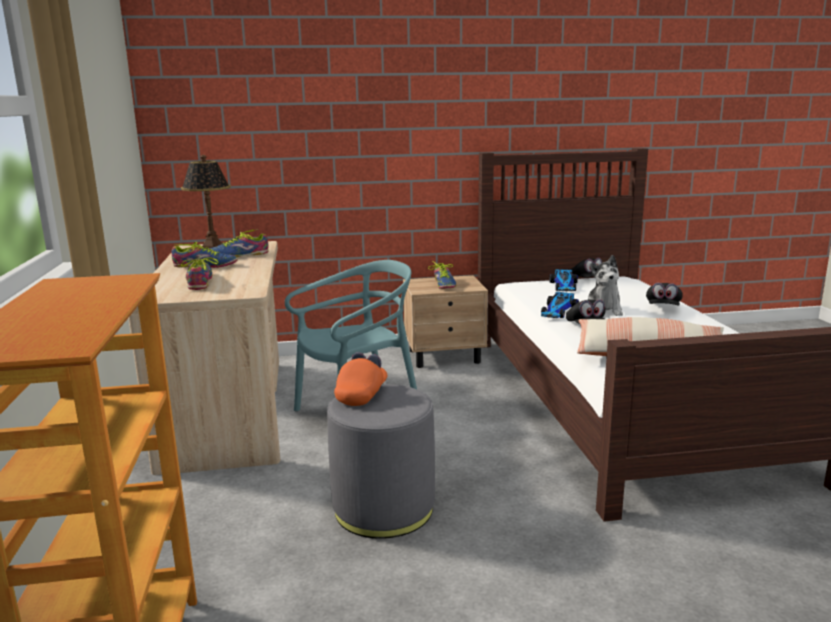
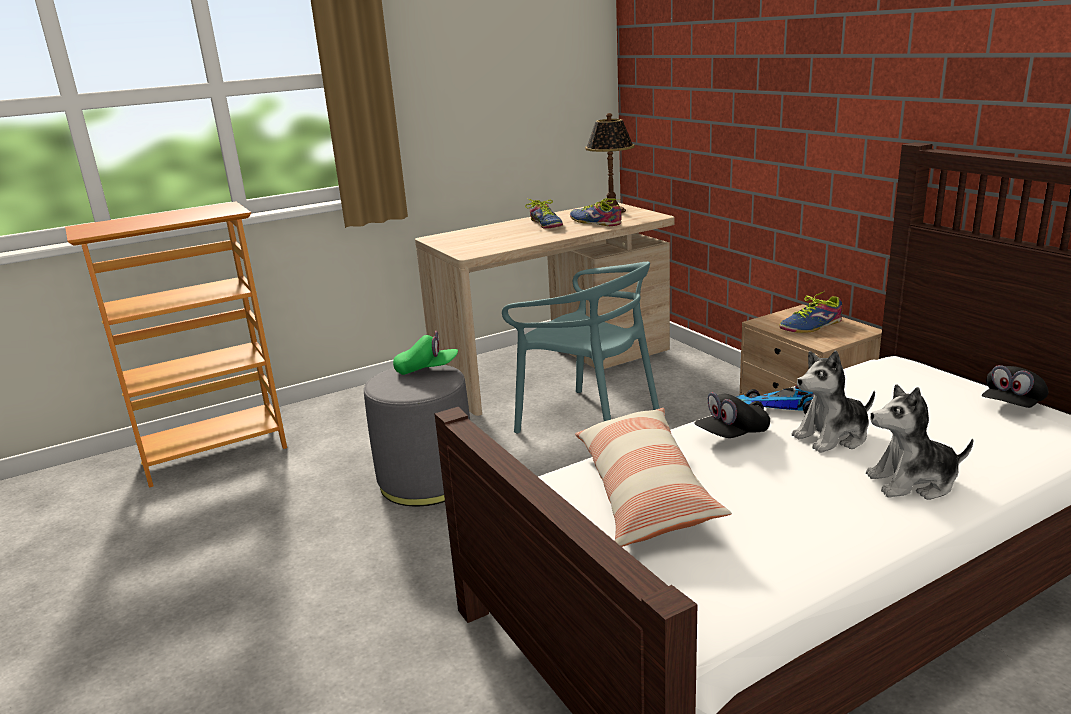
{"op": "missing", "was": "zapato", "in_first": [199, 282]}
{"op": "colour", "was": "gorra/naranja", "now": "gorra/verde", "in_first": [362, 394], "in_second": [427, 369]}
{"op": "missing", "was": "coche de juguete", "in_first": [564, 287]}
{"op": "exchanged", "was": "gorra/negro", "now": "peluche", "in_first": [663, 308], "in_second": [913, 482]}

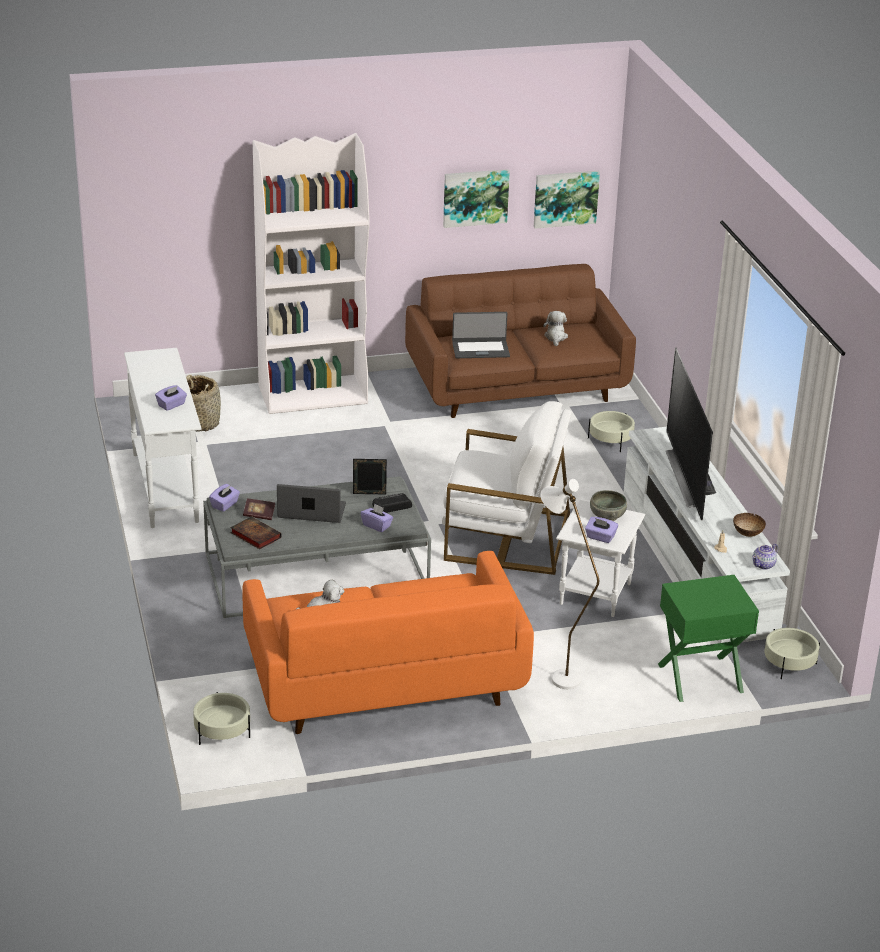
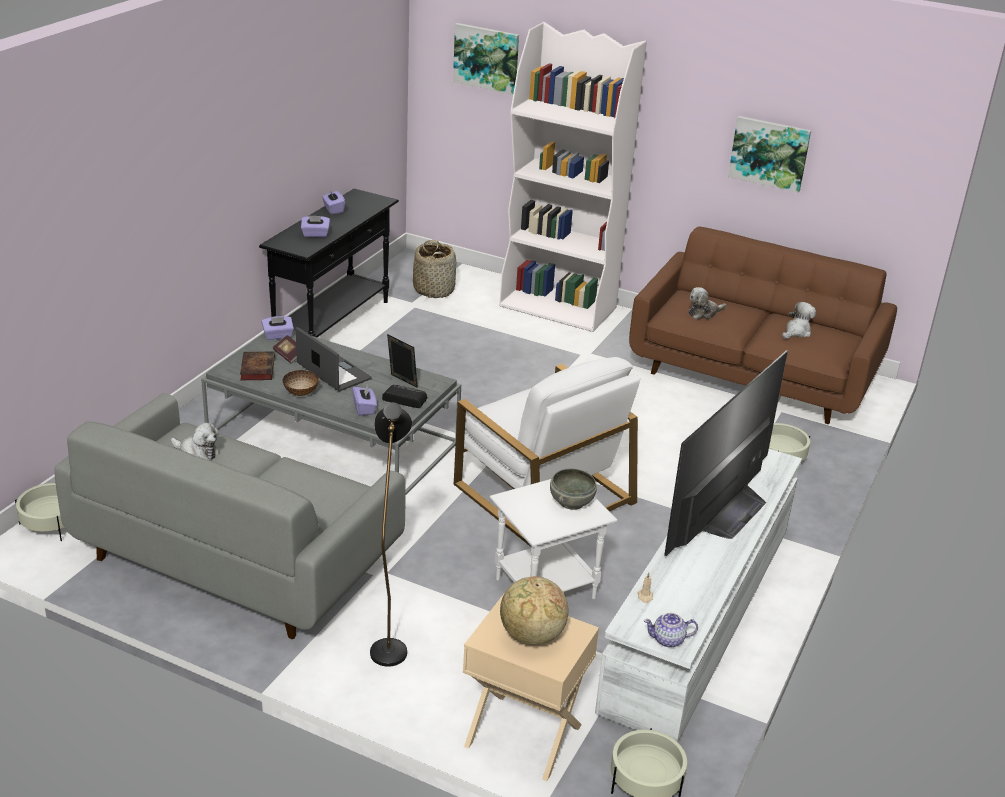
{"op": "colour", "was": "mesa consola/blanco", "now": "mesa consola/negro", "in_first": [165, 487], "in_second": [333, 323]}
{"op": "colour", "was": "sofá/naranja", "now": "sofá/gris", "in_first": [384, 680], "in_second": [236, 557]}
{"op": "exchanged", "was": "portátil", "now": "peluche", "in_first": [480, 349], "in_second": [704, 313]}
{"op": "relocated", "was": "cuadro", "in_first": [565, 198], "in_second": [486, 58]}
{"op": "colour", "was": "lámpara de pie/blanco", "now": "lámpara de pie/negro", "in_first": [557, 675], "in_second": [388, 643]}
{"op": "relocated", "was": "caja de pañuelos/morado", "in_first": [600, 537], "in_second": [333, 209]}
{"op": "colour", "was": "mesita de noche/verde", "now": "mesita de noche/beis", "in_first": [700, 679], "in_second": [522, 736]}
{"op": "relocated", "was": "cuenco", "in_first": [748, 534], "in_second": [300, 393]}
{"op": "appeared", "now": "globo terráqueo", "in_second": [531, 636]}

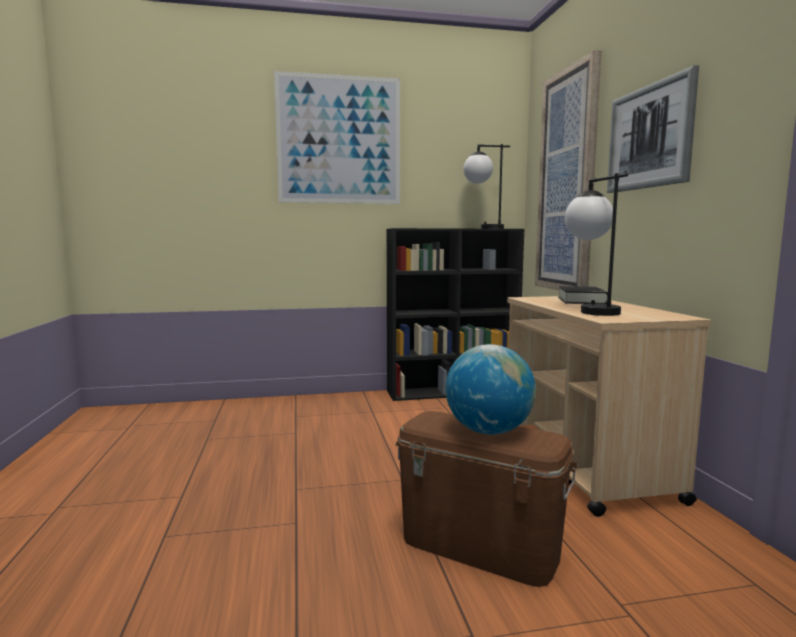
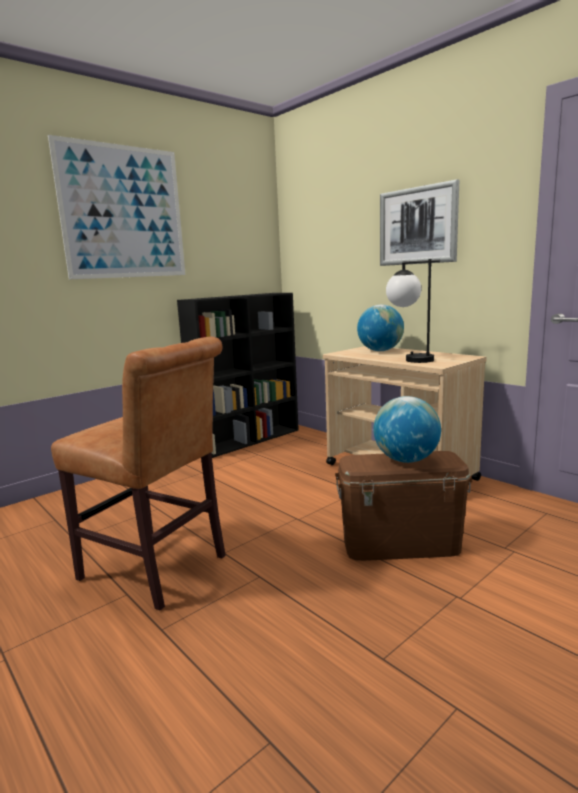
{"op": "missing", "was": "lámpara de mesa", "in_first": [483, 228]}
{"op": "missing", "was": "cuadro", "in_first": [567, 182]}
{"op": "exchanged", "was": "libro/negro", "now": "globo terráqueo", "in_first": [582, 300], "in_second": [380, 351]}
{"op": "appeared", "now": "silla/marrón", "in_second": [159, 570]}

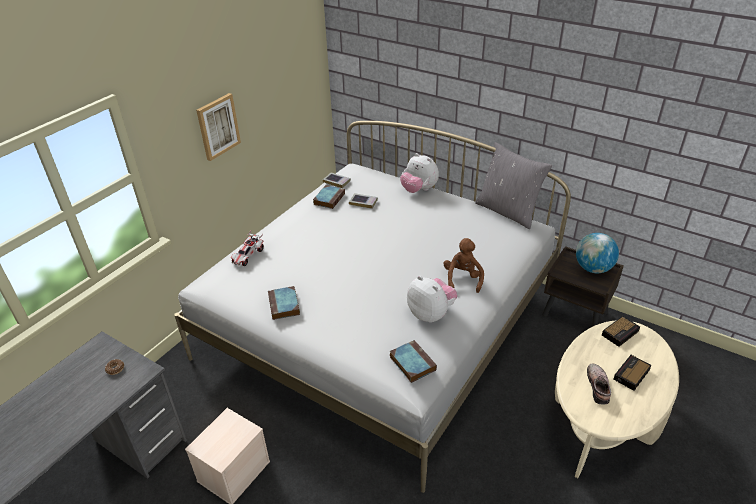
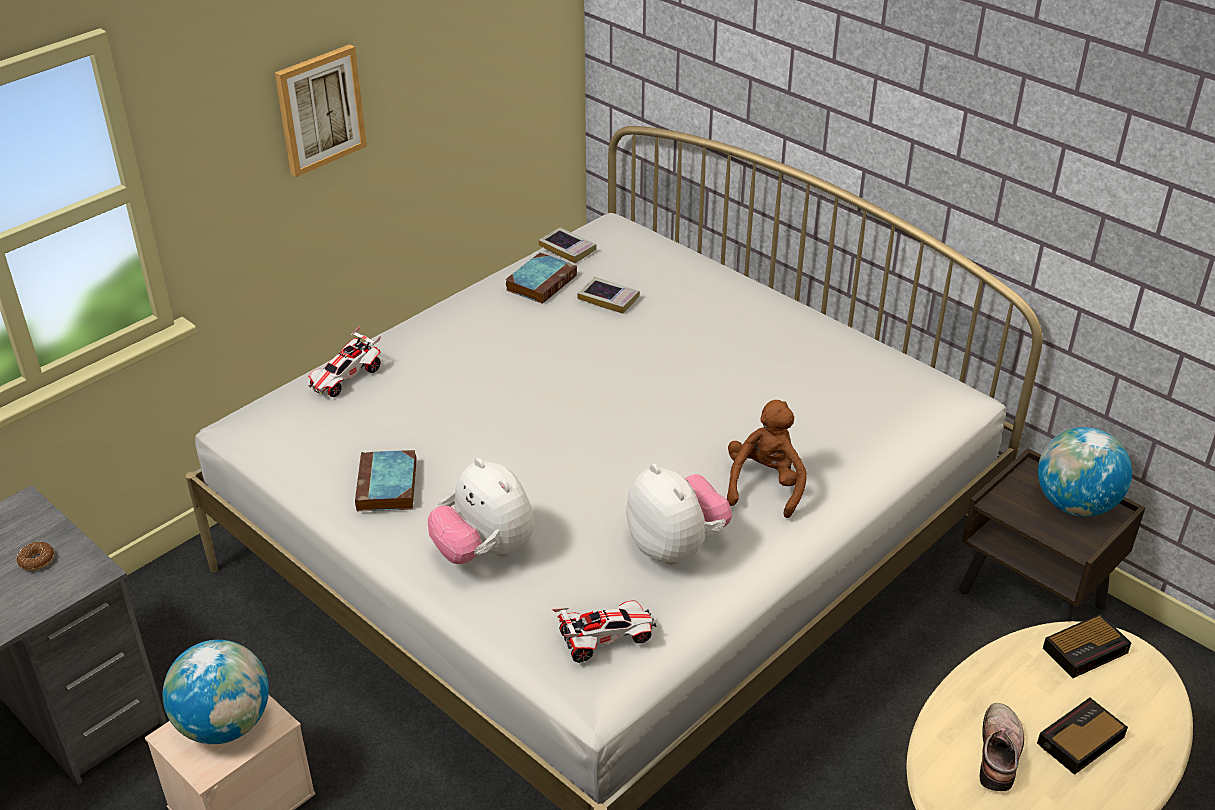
{"op": "exchanged", "was": "libro", "now": "coche de juguete", "in_first": [411, 363], "in_second": [605, 639]}
{"op": "relocated", "was": "peluche", "in_first": [419, 190], "in_second": [484, 551]}
{"op": "missing", "was": "cojín/gris", "in_first": [508, 211]}
{"op": "appeared", "now": "globo terráqueo", "in_second": [225, 724]}

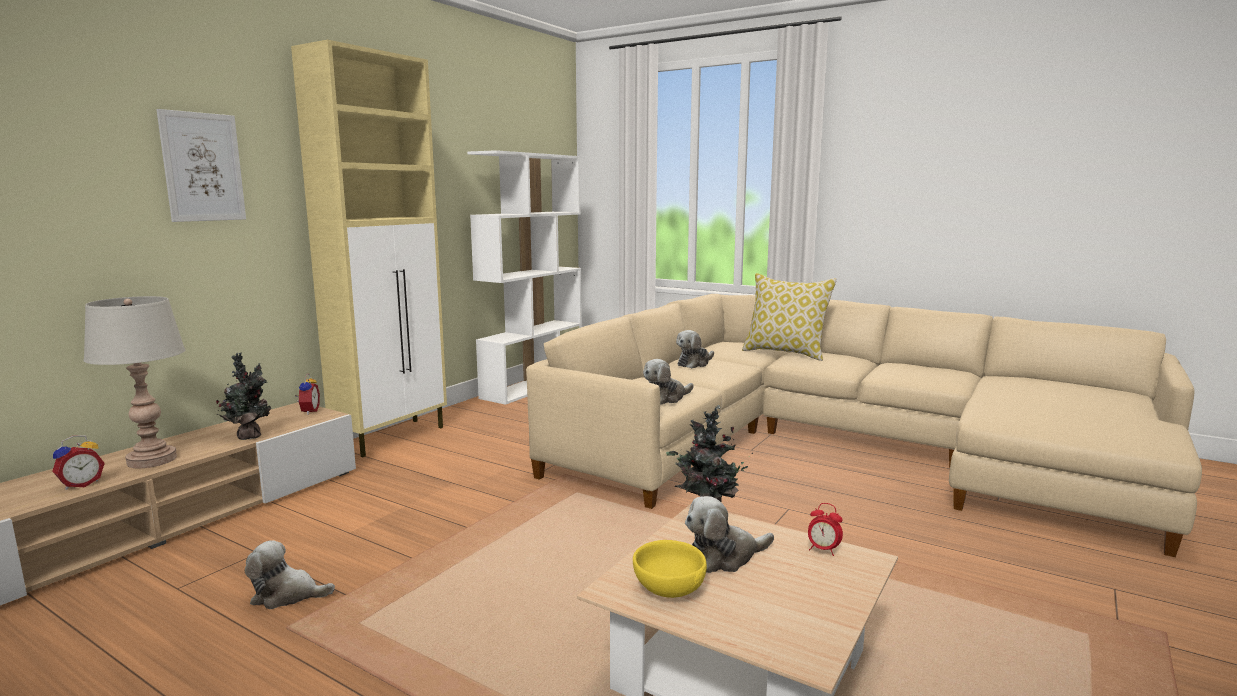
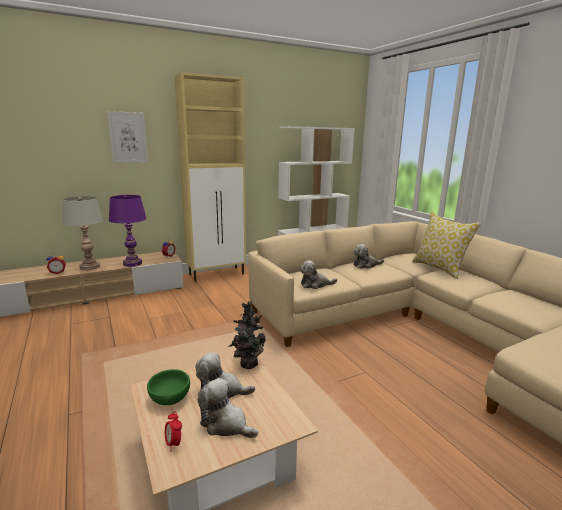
{"op": "exchanged", "was": "planta en maceta", "now": "lámpara de mesa/morado", "in_first": [249, 436], "in_second": [132, 263]}
{"op": "relocated", "was": "peluche", "in_first": [287, 595], "in_second": [226, 424]}
{"op": "colour", "was": "cuenco/amarillo", "now": "cuenco/verde", "in_first": [669, 588], "in_second": [171, 397]}
{"op": "relocated", "was": "despertador", "in_first": [823, 550], "in_second": [174, 444]}

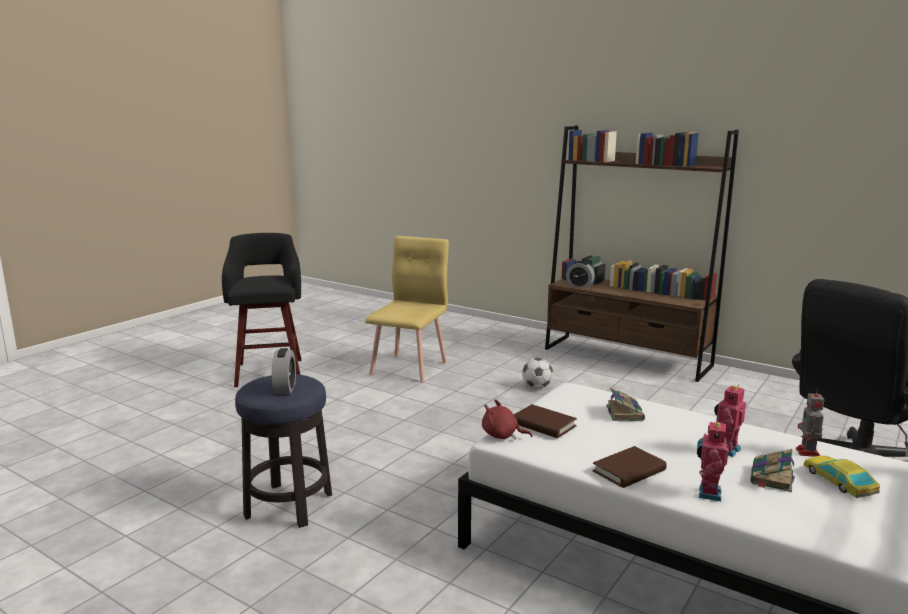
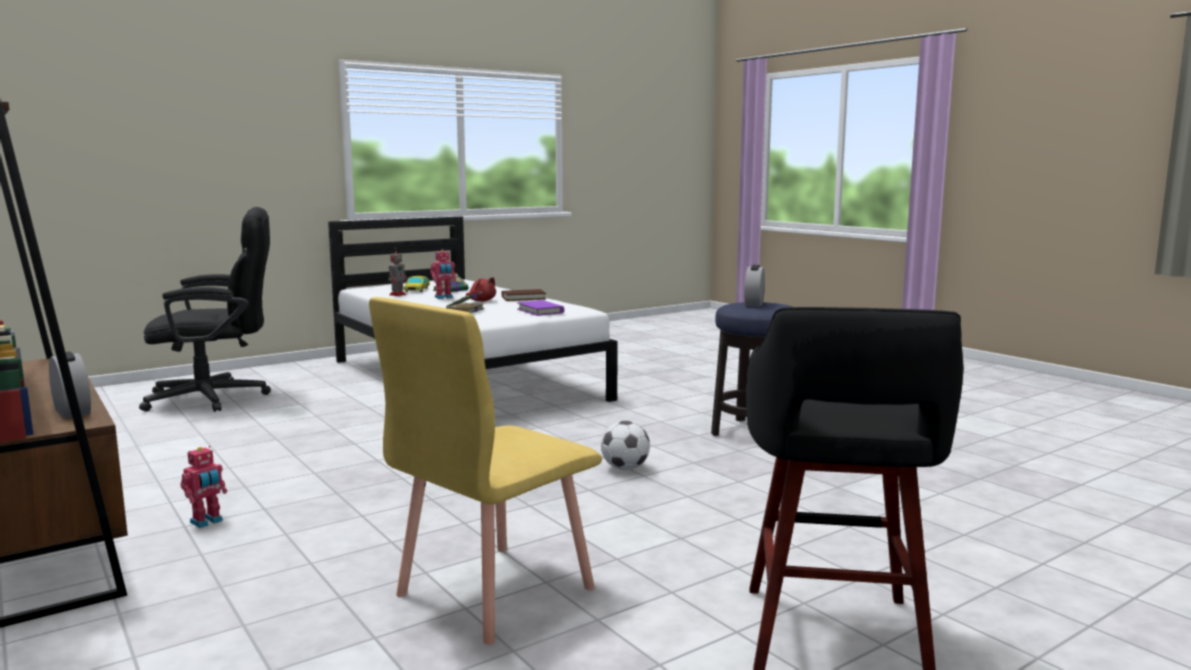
{"op": "relocated", "was": "peluche/rojo", "in_first": [502, 436], "in_second": [481, 301]}
{"op": "colour", "was": "libro/marrón", "now": "libro/morado", "in_first": [543, 425], "in_second": [540, 311]}
{"op": "relocated", "was": "balón de fútbol", "in_first": [537, 387], "in_second": [625, 468]}
{"op": "relocated", "was": "robot de juguete", "in_first": [707, 493], "in_second": [207, 522]}

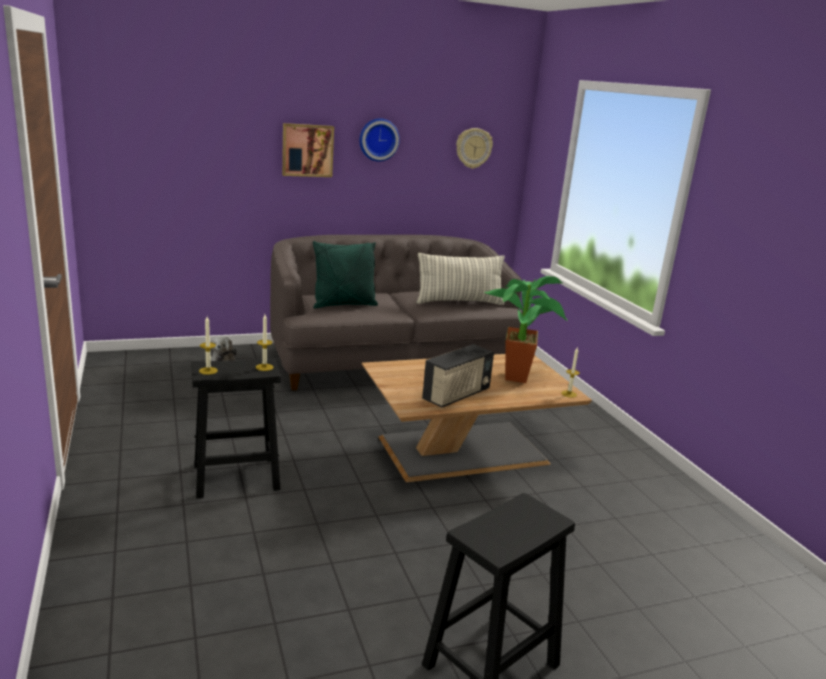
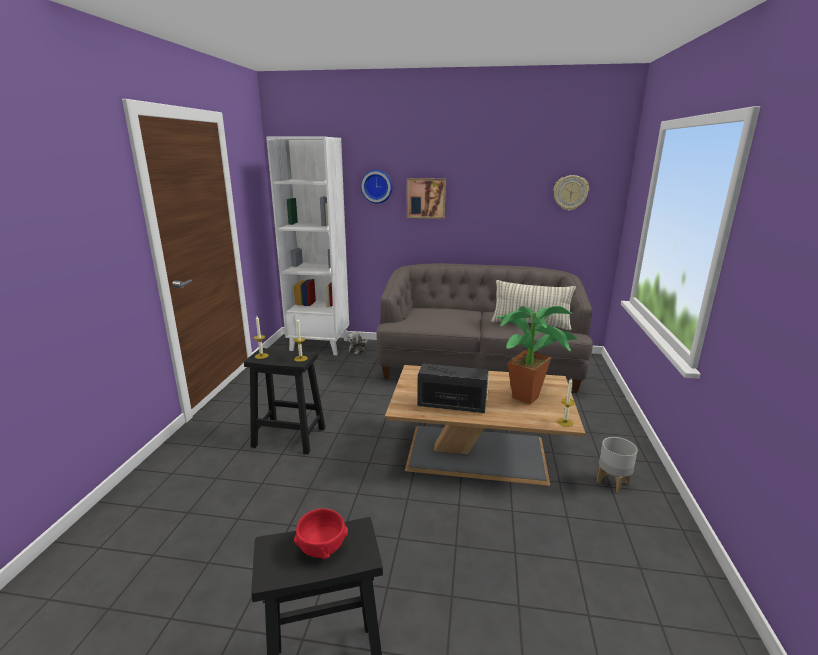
{"op": "missing", "was": "cojín/verde", "in_first": [344, 305]}
{"op": "relocated", "was": "reloj de pared", "in_first": [378, 139], "in_second": [377, 186]}
{"op": "spun", "was": "radio", "in_first": [456, 395], "in_second": [452, 405], "clockwise": -150}
{"op": "appeared", "now": "estantería/blanco", "in_second": [320, 345]}
{"op": "appeared", "now": "cuenco/rojo", "in_second": [322, 547]}
{"op": "appeared", "now": "maceta/gris", "in_second": [613, 483]}

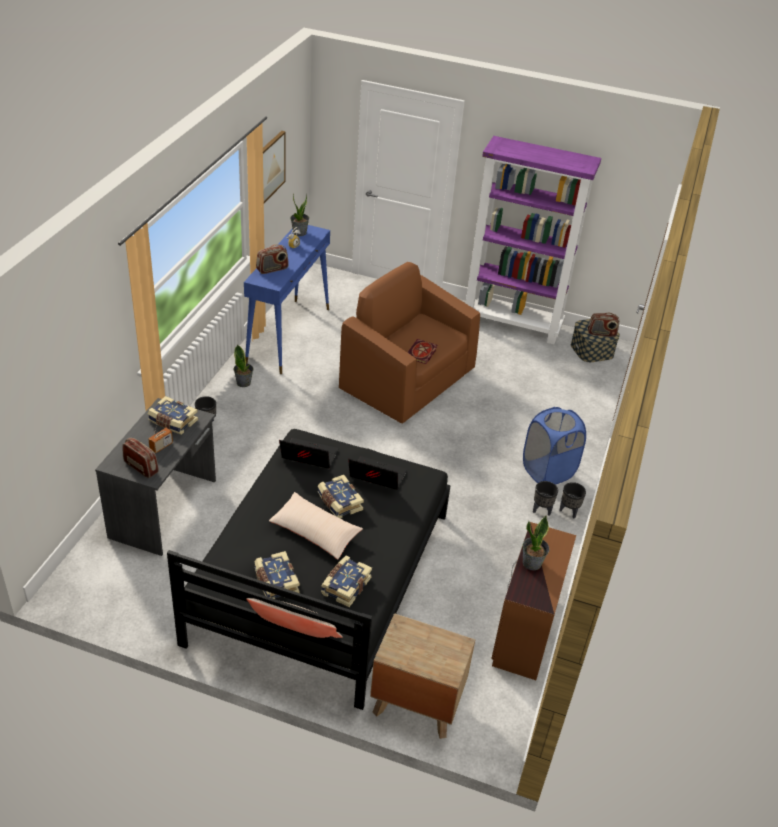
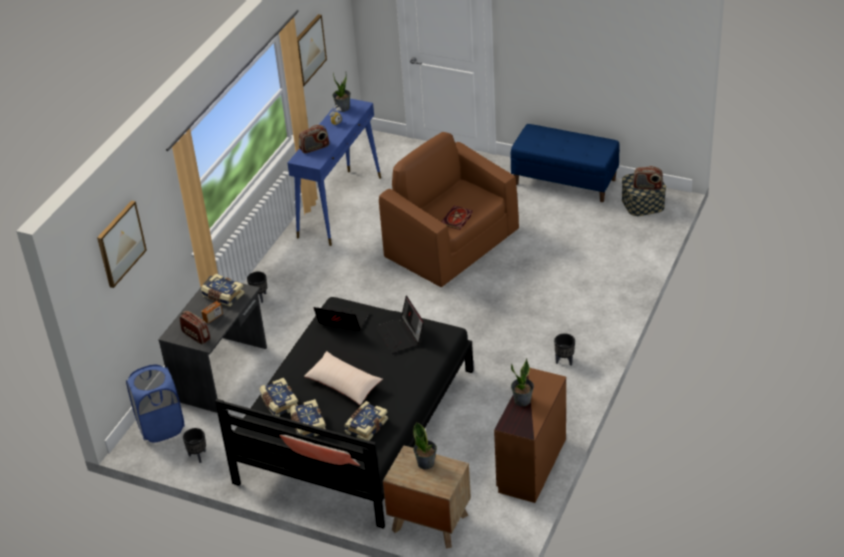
{"op": "relocated", "was": "planta en maceta", "in_first": [244, 382], "in_second": [426, 463]}
{"op": "relocated", "was": "libro", "in_first": [339, 503], "in_second": [279, 403]}
{"op": "spun", "was": "portátil", "in_first": [376, 477], "in_second": [401, 335], "clockwise": -135}
{"op": "exchanged", "was": "estantería/morado", "now": "banco/azul", "in_first": [512, 324], "in_second": [565, 181]}
{"op": "relocated", "was": "cesto de la ropa/azul", "in_first": [548, 471], "in_second": [161, 427]}
{"op": "relocated", "was": "maceta/negro", "in_first": [568, 511], "in_second": [197, 456]}
{"op": "appeared", "now": "cuadro", "in_second": [120, 243]}

